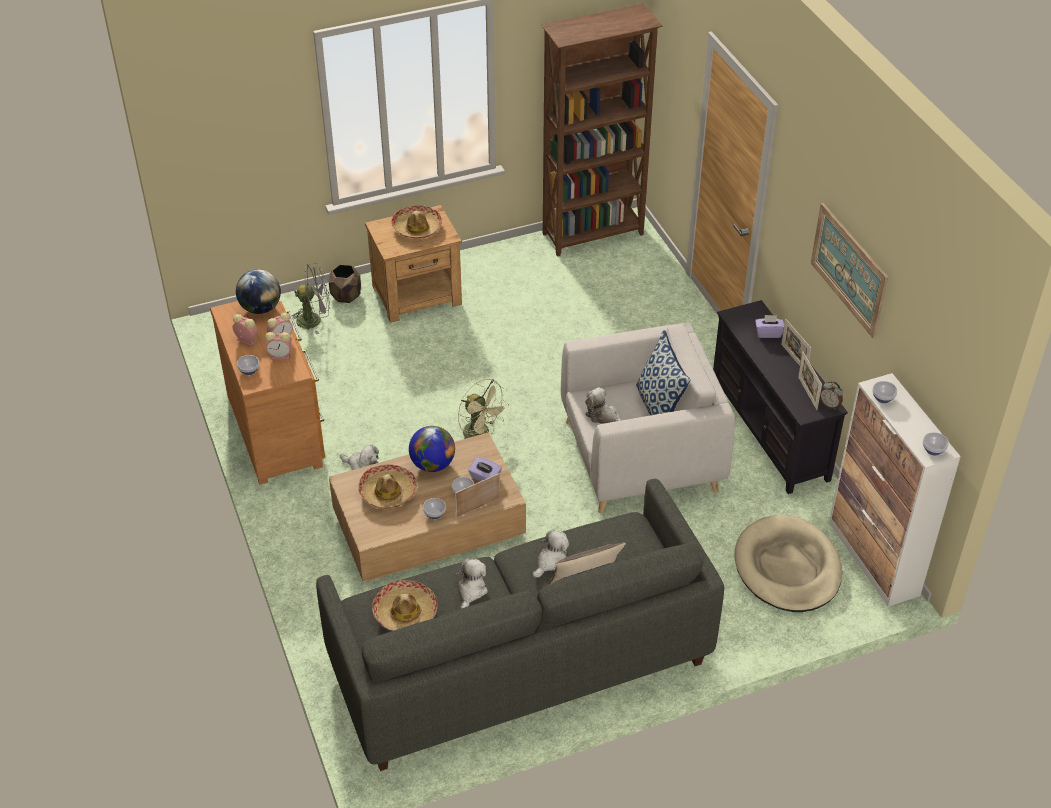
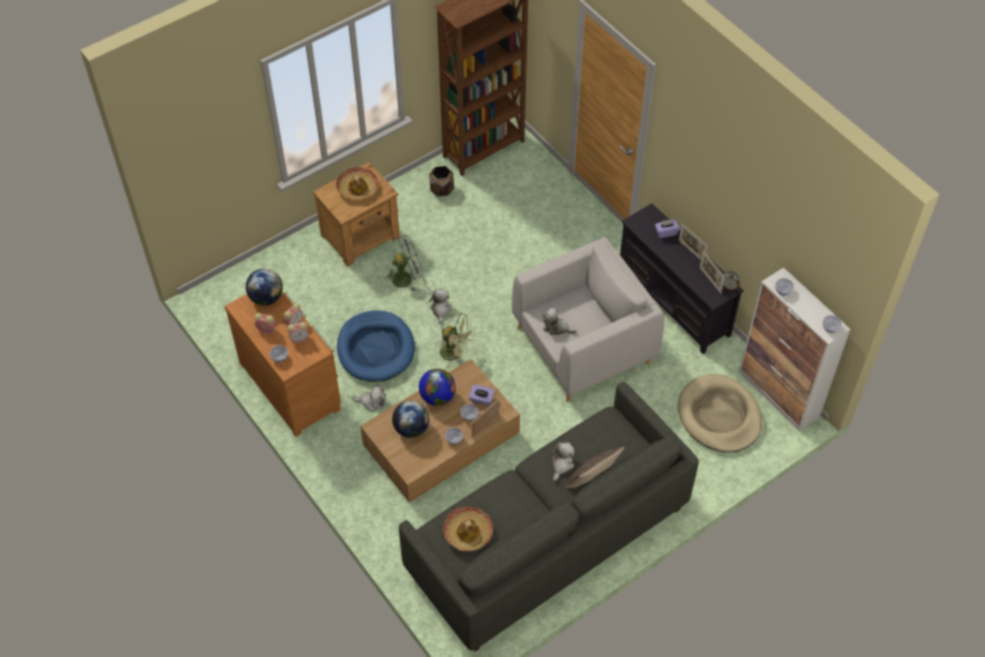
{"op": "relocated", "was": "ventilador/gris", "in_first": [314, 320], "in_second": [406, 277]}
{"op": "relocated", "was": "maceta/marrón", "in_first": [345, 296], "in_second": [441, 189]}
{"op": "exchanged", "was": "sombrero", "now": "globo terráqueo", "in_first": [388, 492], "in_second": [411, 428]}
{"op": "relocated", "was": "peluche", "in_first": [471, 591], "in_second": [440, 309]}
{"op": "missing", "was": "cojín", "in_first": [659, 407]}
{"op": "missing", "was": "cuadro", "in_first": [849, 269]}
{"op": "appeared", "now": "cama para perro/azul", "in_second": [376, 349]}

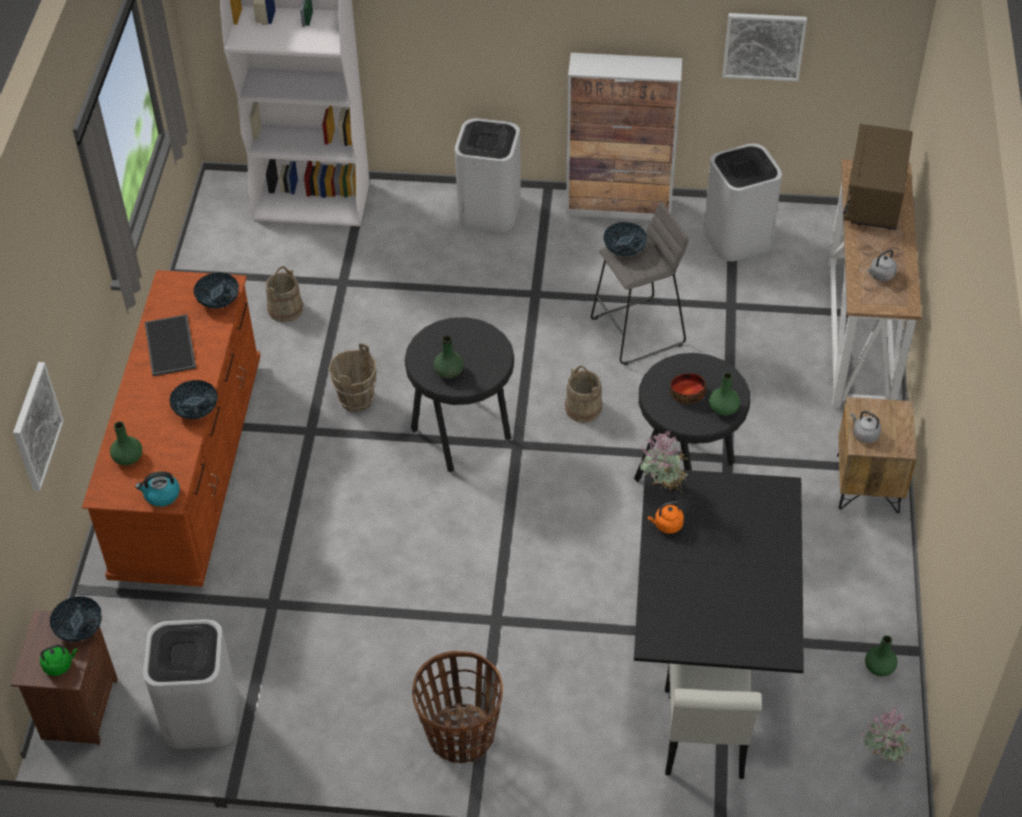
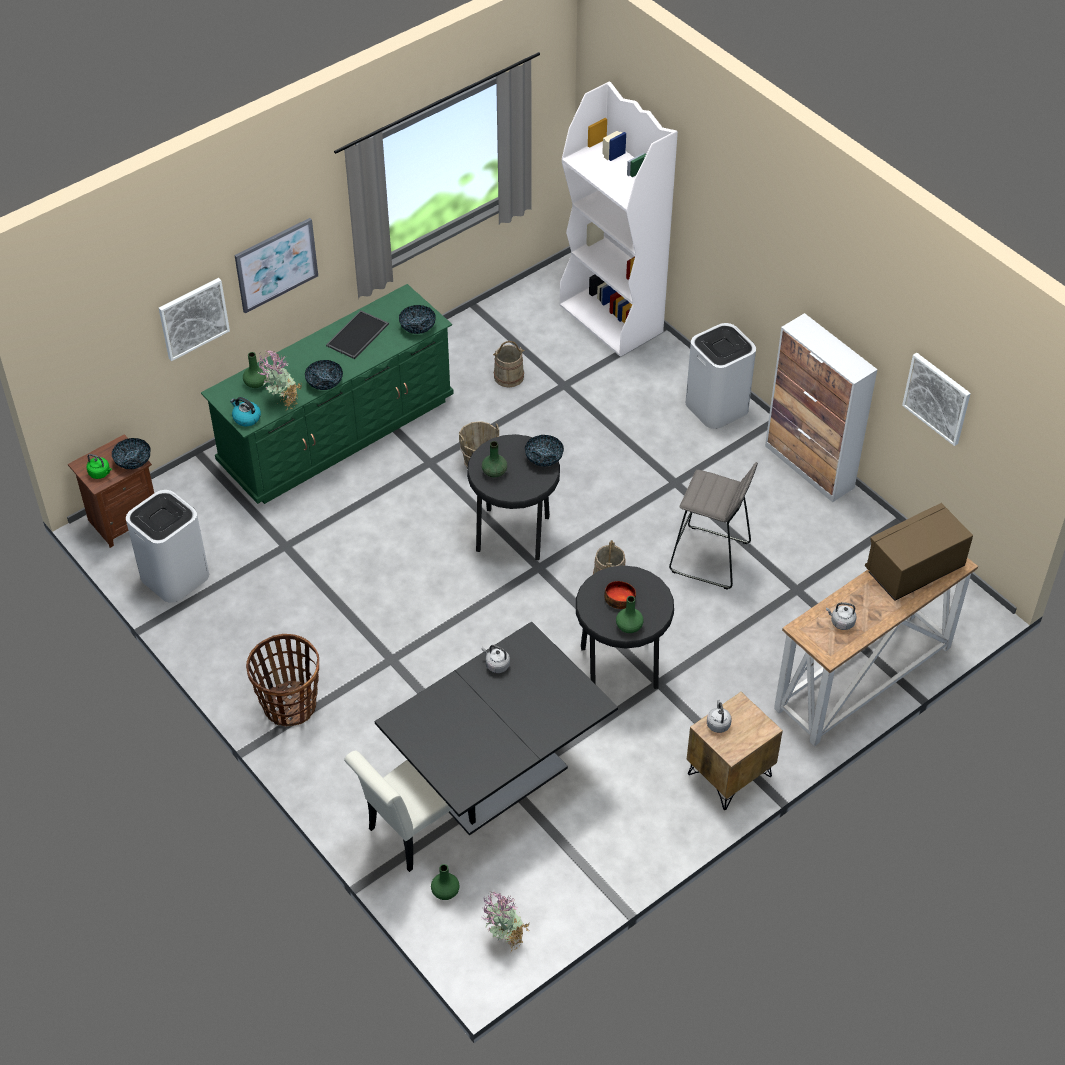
{"op": "colour", "was": "cómoda/marrón", "now": "cómoda/verde", "in_first": [190, 469], "in_second": [337, 432]}
{"op": "relocated", "was": "cuenco", "in_first": [624, 248], "in_second": [544, 458]}
{"op": "relocated", "was": "planta en maceta", "in_first": [662, 489], "in_second": [282, 402]}
{"op": "colour", "was": "hervidor/naranja", "now": "hervidor/gris", "in_first": [666, 525], "in_second": [496, 665]}
{"op": "missing", "was": "papelera/blanco", "in_first": [738, 238]}
{"op": "relocated", "was": "florero/verde", "in_first": [879, 667], "in_second": [445, 891]}
{"op": "appeared", "now": "cuadro", "in_second": [276, 265]}

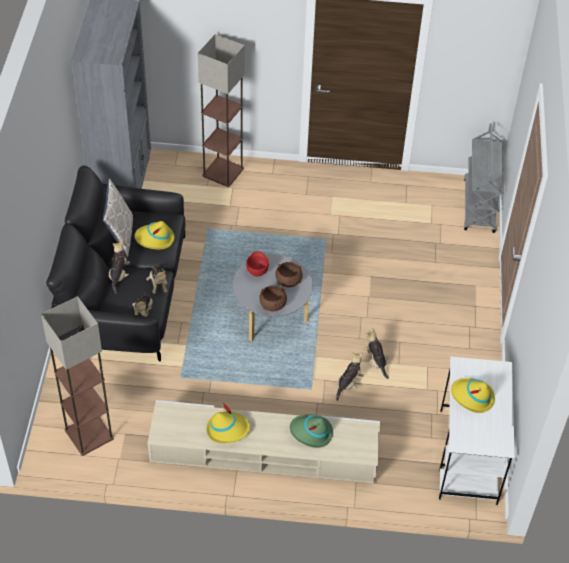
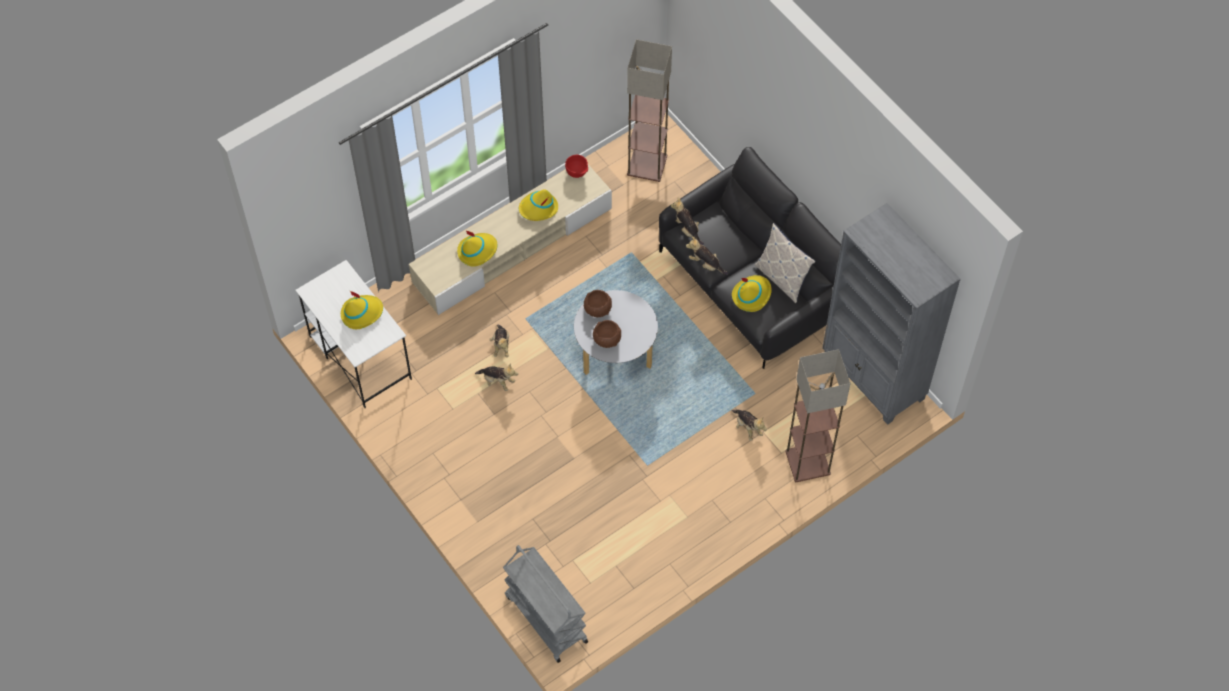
{"op": "relocated", "was": "peluche", "in_first": [119, 275], "in_second": [747, 428]}
{"op": "relocated", "was": "cuenco/rojo", "in_first": [257, 271], "in_second": [577, 174]}
{"op": "colour", "was": "sombrero/verde", "now": "sombrero/amarillo", "in_first": [311, 432], "in_second": [477, 251]}

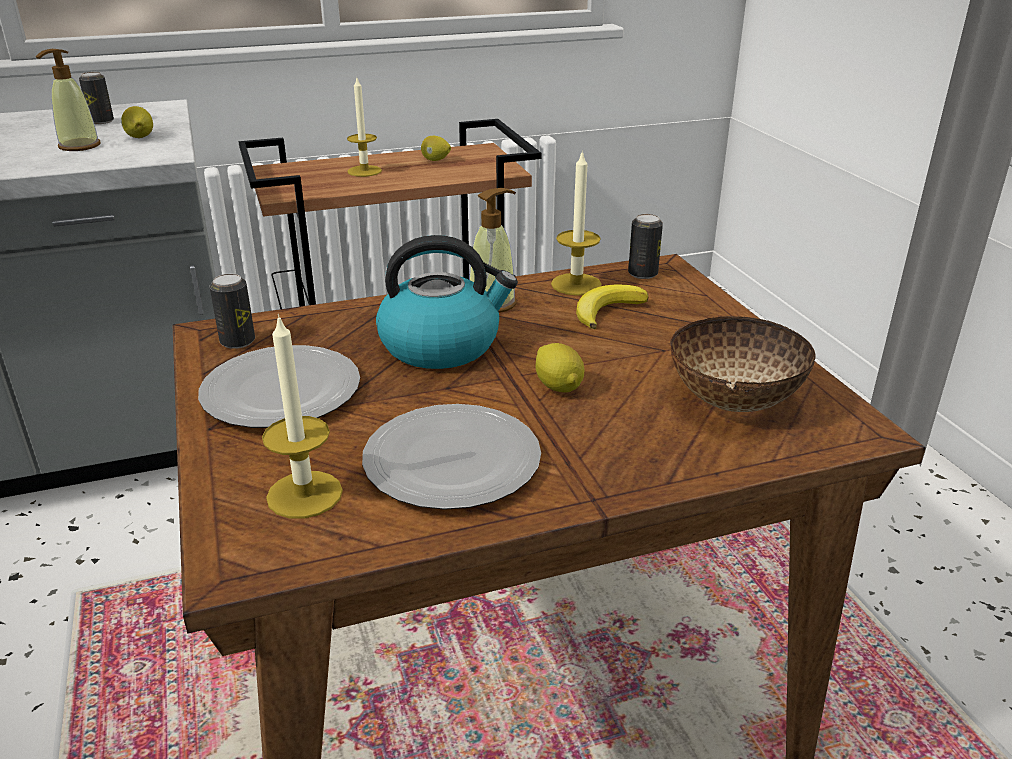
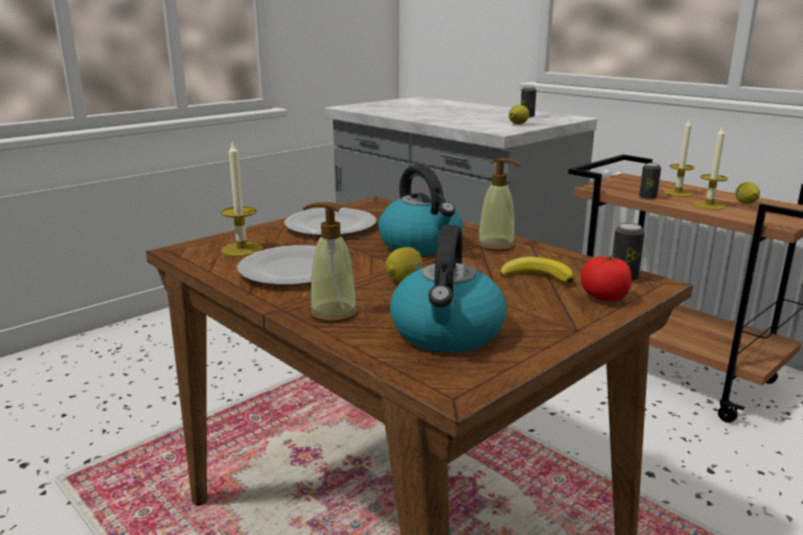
{"op": "relocated", "was": "dispensador de jabón", "in_first": [79, 146], "in_second": [333, 313]}
{"op": "relocated", "was": "lata", "in_first": [238, 341], "in_second": [647, 197]}
{"op": "relocated", "was": "vela", "in_first": [576, 284], "in_second": [709, 205]}
{"op": "exchanged", "was": "cuenco", "now": "hervidor", "in_first": [732, 400], "in_second": [447, 333]}
{"op": "appeared", "now": "tomate", "in_second": [604, 297]}

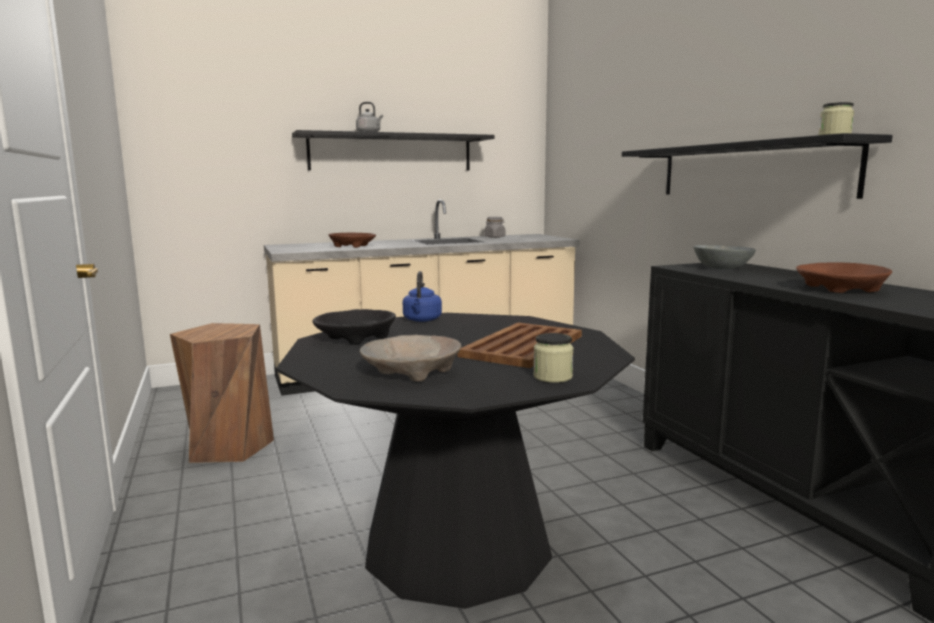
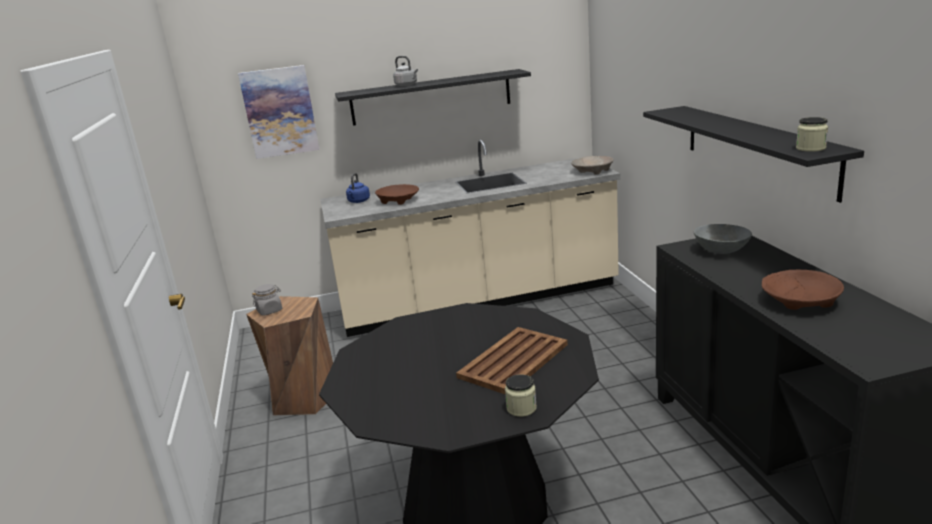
{"op": "missing", "was": "cuenco/negro", "in_first": [355, 338]}
{"op": "relocated", "was": "cuenco/beis", "in_first": [411, 372], "in_second": [592, 171]}
{"op": "relocated", "was": "hervidor/azul", "in_first": [422, 320], "in_second": [358, 201]}
{"op": "relocated", "was": "tarro/gris", "in_first": [494, 237], "in_second": [270, 311]}
{"op": "appeared", "now": "cuadro", "in_second": [280, 112]}

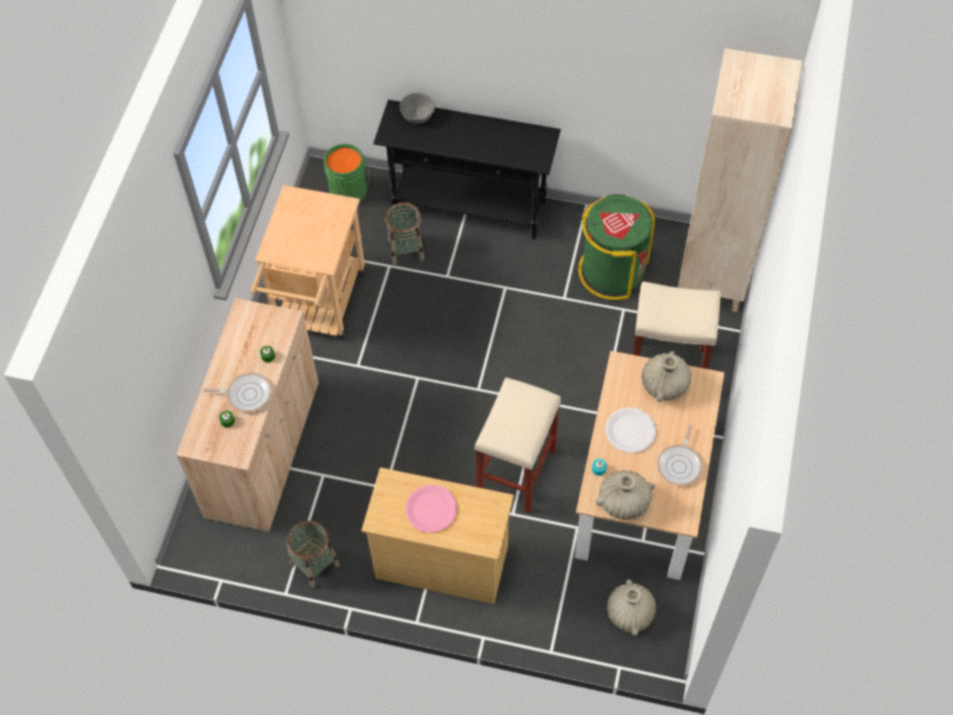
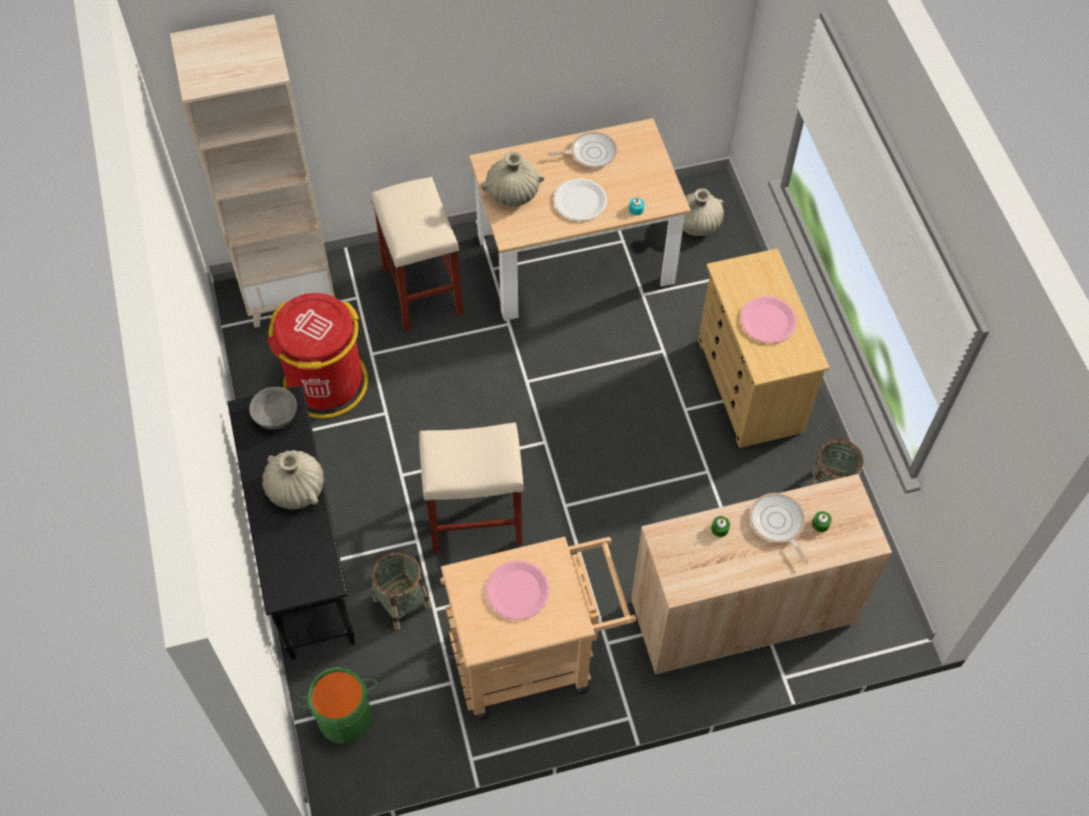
{"op": "relocated", "was": "cuenco/gris", "in_first": [417, 115], "in_second": [275, 416]}
{"op": "relocated", "was": "taburete/beis", "in_first": [516, 470], "in_second": [474, 520]}
{"op": "colour", "was": "papelera/verde", "now": "papelera/rojo", "in_first": [612, 271], "in_second": [325, 383]}
{"op": "relocated", "was": "florero/beis", "in_first": [624, 502], "in_second": [296, 489]}
{"op": "appeared", "now": "plato/rosa", "in_second": [517, 591]}

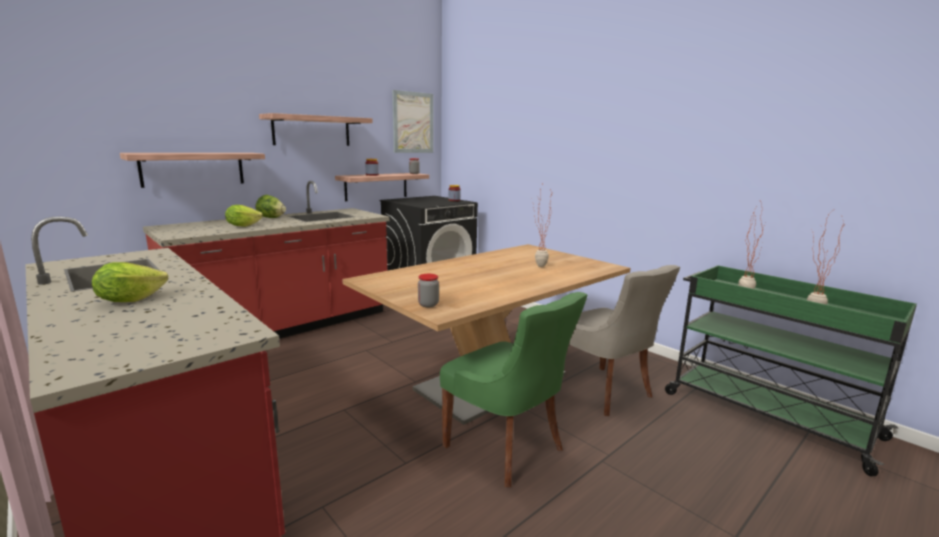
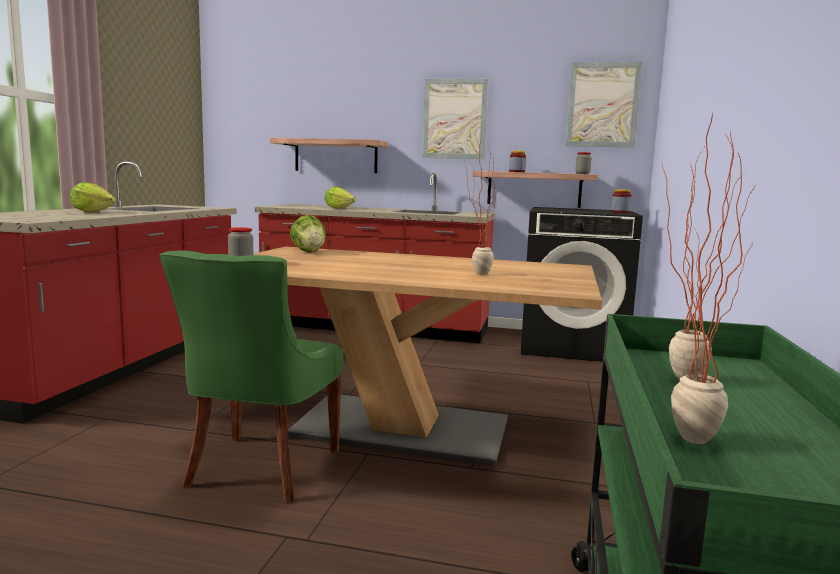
{"op": "relocated", "was": "lechuga", "in_first": [271, 218], "in_second": [309, 252]}
{"op": "exchanged", "was": "estante", "now": "cuadro", "in_first": [312, 131], "in_second": [454, 119]}
{"op": "missing", "was": "silla/gris", "in_first": [604, 391]}

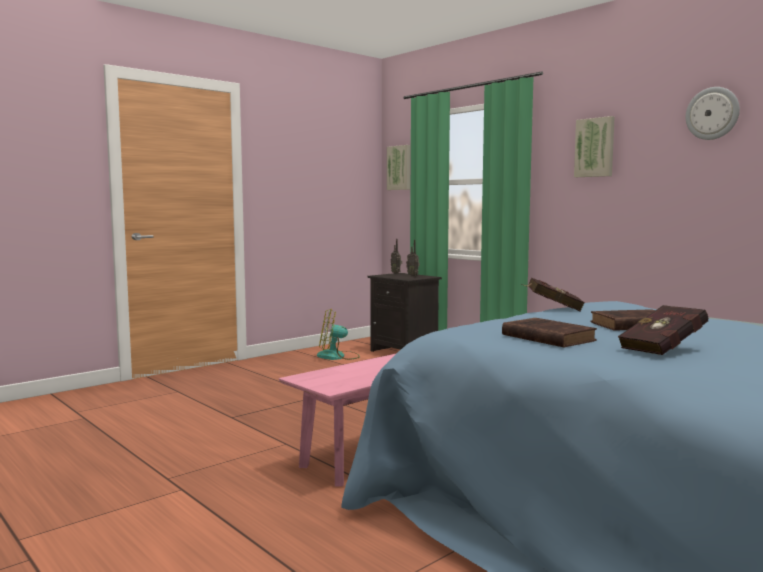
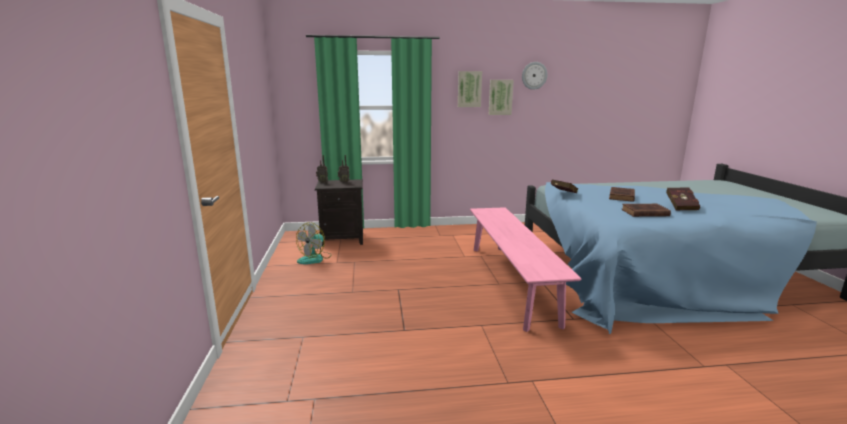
{"op": "relocated", "was": "cuadro", "in_first": [399, 168], "in_second": [500, 97]}

